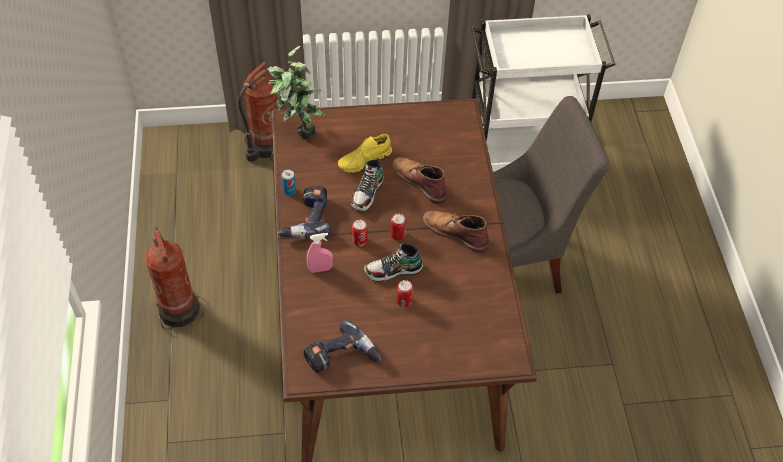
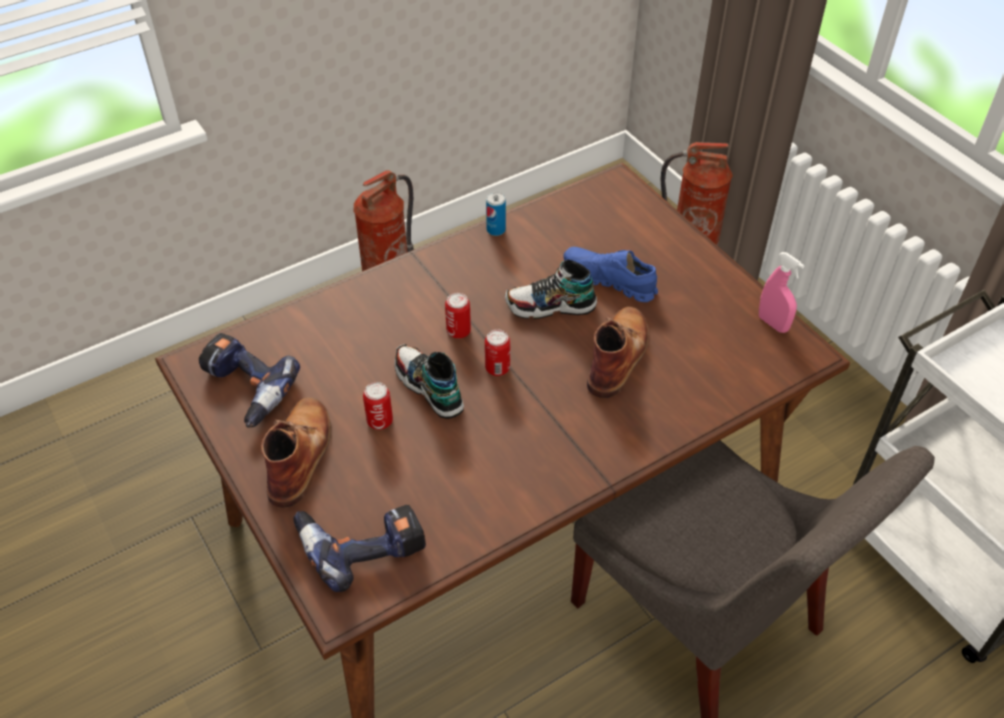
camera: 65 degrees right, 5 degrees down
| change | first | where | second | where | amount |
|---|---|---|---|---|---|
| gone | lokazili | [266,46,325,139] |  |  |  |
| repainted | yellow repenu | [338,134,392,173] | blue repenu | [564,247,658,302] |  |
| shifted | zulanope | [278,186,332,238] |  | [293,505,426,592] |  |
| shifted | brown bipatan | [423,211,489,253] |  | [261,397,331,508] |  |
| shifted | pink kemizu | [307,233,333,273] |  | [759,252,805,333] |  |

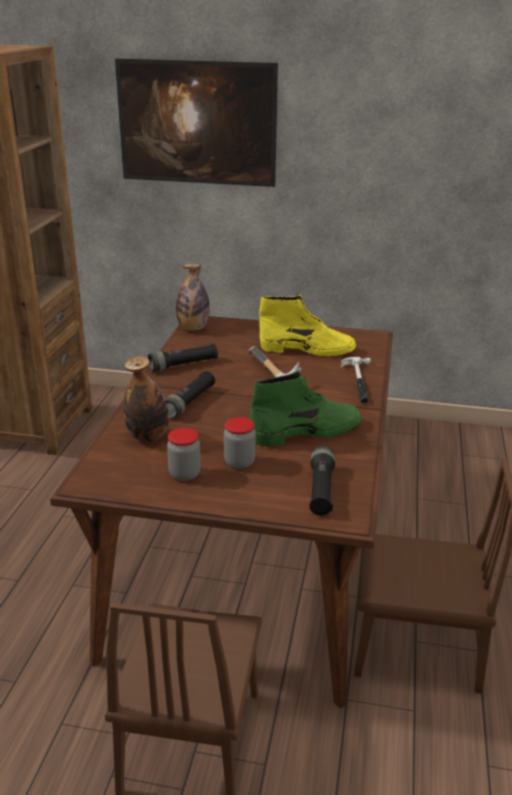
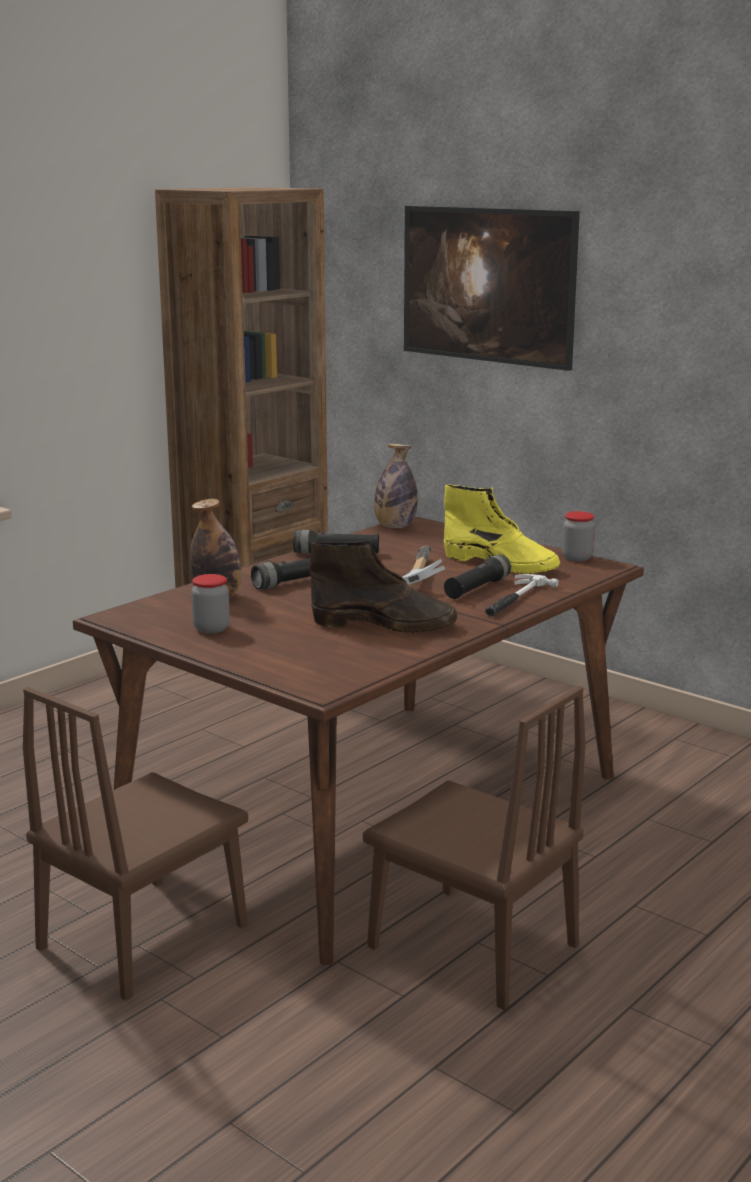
camera: 30 degrees right, 10 degrees down
| change | first | where | second | where | amount |
|---|---|---|---|---|---|
| repainted | green bipatan | [250,370,361,447] | brown bipatan | [310,539,457,633] |  |
| shifted | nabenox | [224,417,256,469] |  | [562,511,595,561] |  |
| shifted | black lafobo | [309,446,335,516] |  | [444,554,511,599] |  |

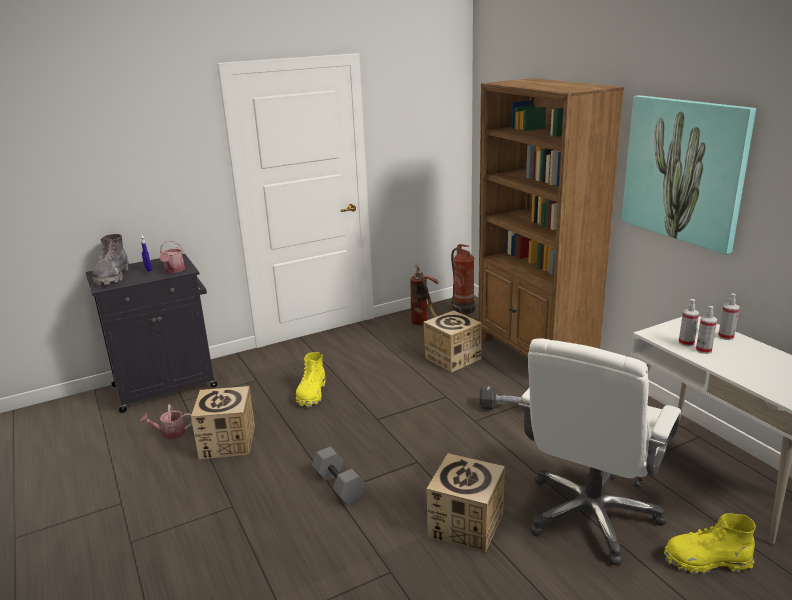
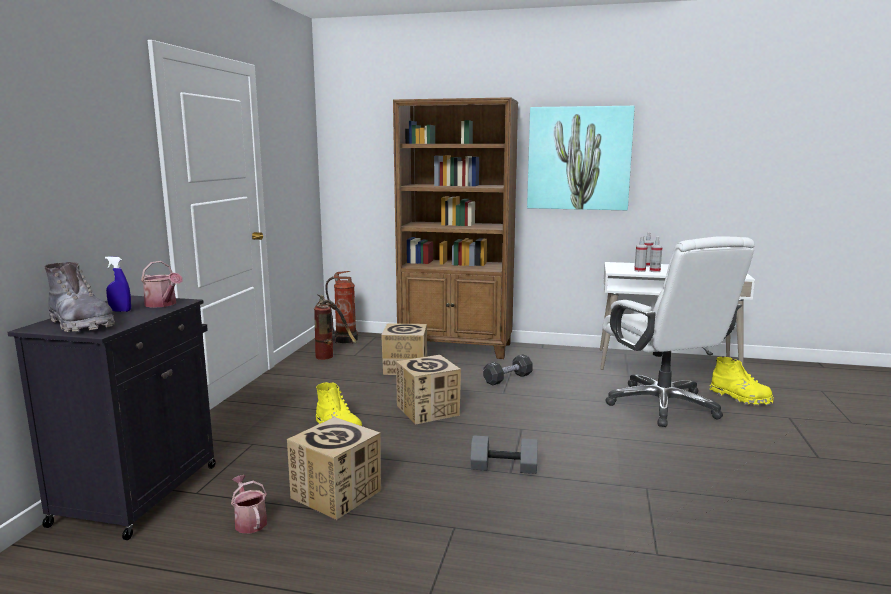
camera: 50 degrees left, 10 degrees down
| change | first | where | second | where | amount |
|---|---|---|---|---|---|
| rotated | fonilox | [140,404,192,439] |  | [231,475,267,533] | 120 degrees clockwise |
| shifted | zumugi | [427,453,505,553] |  | [396,355,461,425] |  |
| rotated | yellow bipatan | [664,514,756,574] |  | [710,357,774,405] | 90 degrees counterclockwise |

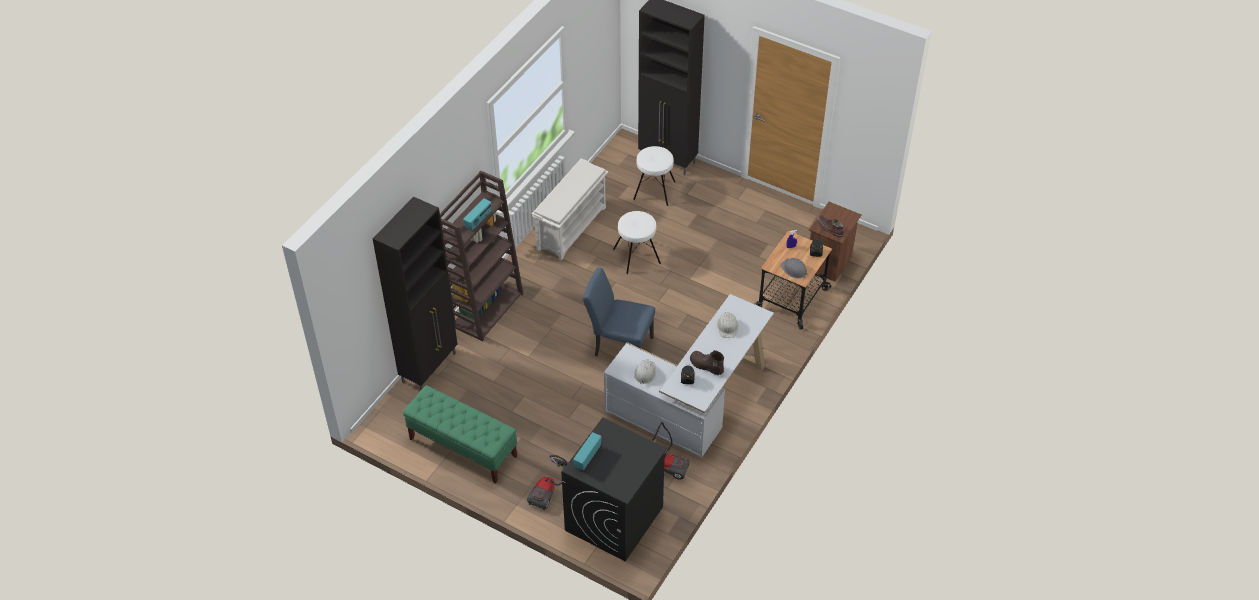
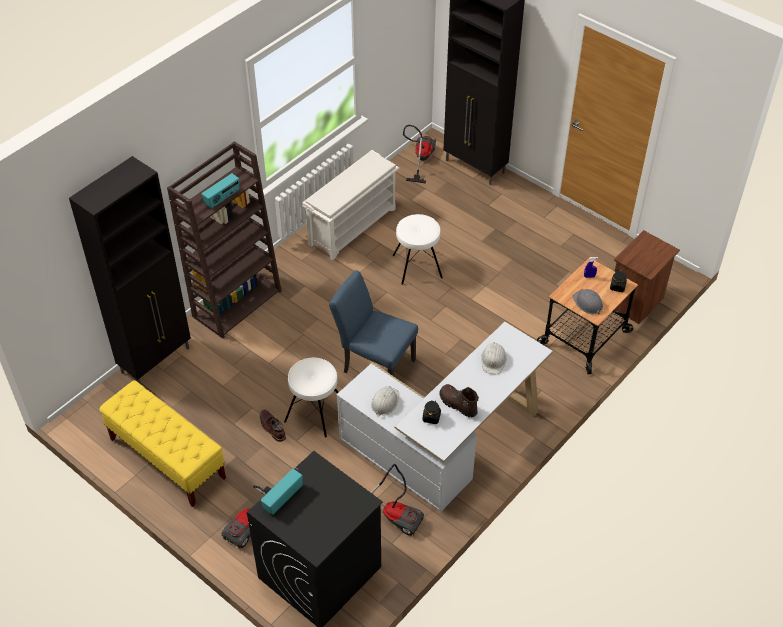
camera: 10 degrees right, 0 degrees up
| change | first | where | second | where | amount |
|---|---|---|---|---|---|
| shifted | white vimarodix | [633,146,676,206] |  | [284,358,339,437] |  |
| shifted | brown bipatan | [817,215,845,238] |  | [260,409,286,442] |  |
| repainted | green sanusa | [403,385,517,484] | yellow sanusa | [99,380,226,507] |  |
| new |  |  | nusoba | [403,125,437,184] |  |

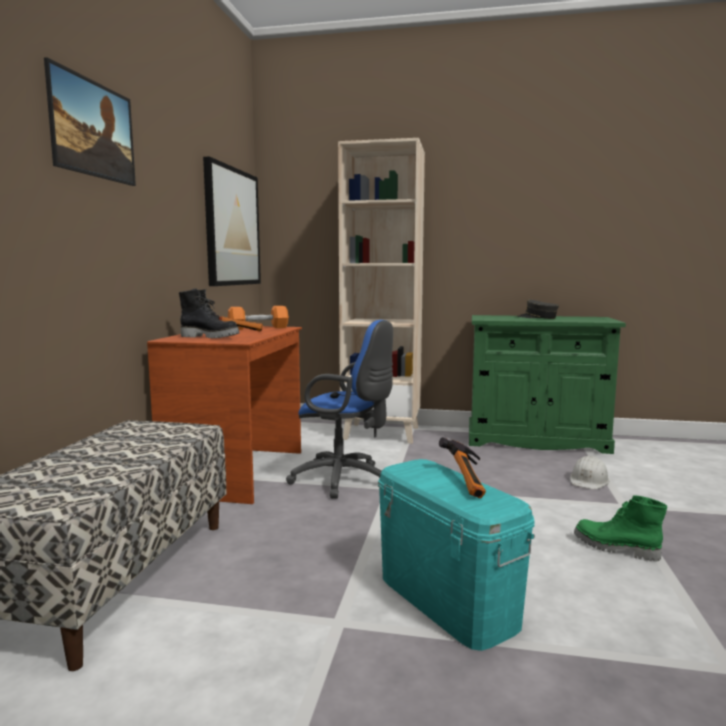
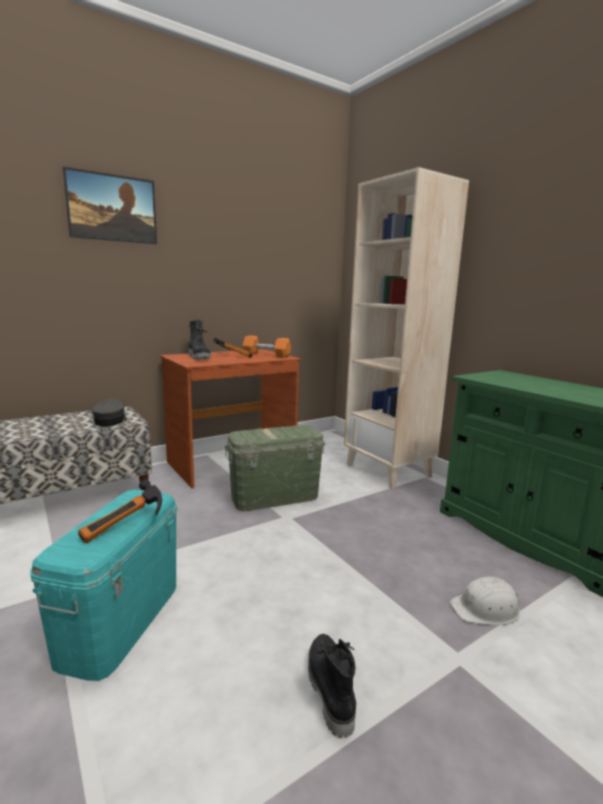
camera: 45 degrees right, 5 degrees up
| change | first | where | second | where | amount |
|---|---|---|---|---|---|
| gone | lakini | [203,156,261,286] |  |  |  |
| shifted | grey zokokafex | [518,300,559,319] |  | [92,399,127,427] |  |
| swapped | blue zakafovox | [286,320,393,499] | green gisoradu | [225,425,325,511] |  |
| repainted | green bipatan | [574,495,667,562] | black bipatan | [308,634,356,738] |  |

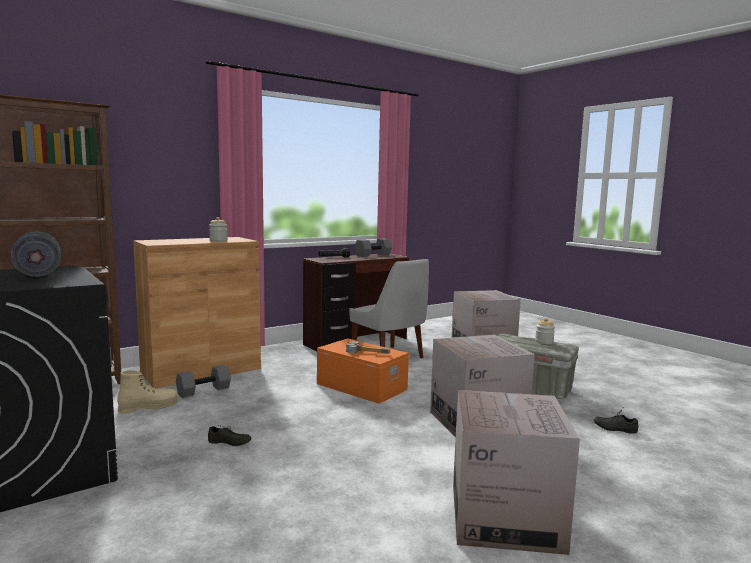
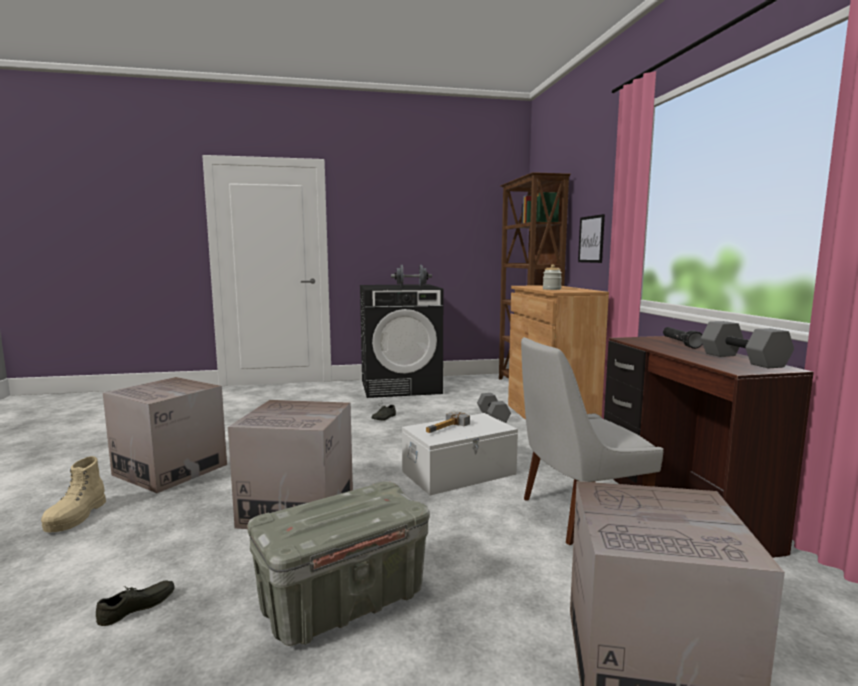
camera: 115 degrees right, 0 degrees up
| change | first | where | second | where | amount |
|---|---|---|---|---|---|
| gone | nabenox | [535,318,555,344] |  |  |  |
| repainted | orange gisoradu | [317,338,409,404] | white gisoradu | [402,413,518,495] |  |
| shifted | beige bipatan | [117,370,177,413] |  | [41,456,106,532] |  |
| new |  |  | lakini | [578,214,605,263] |  |

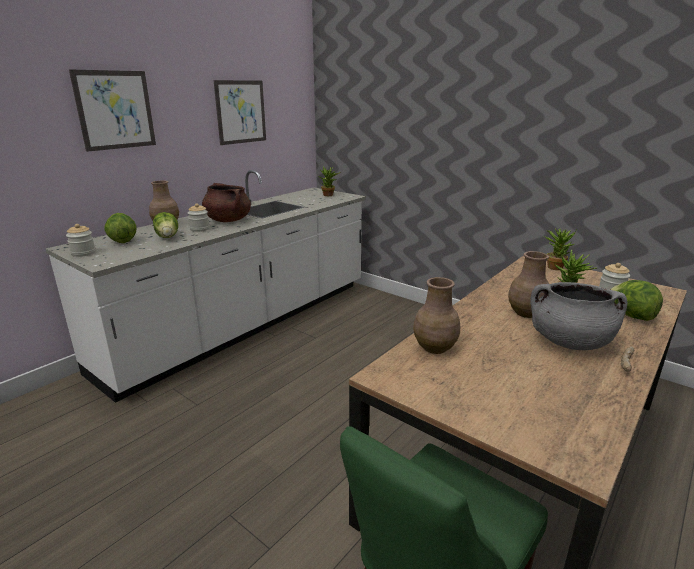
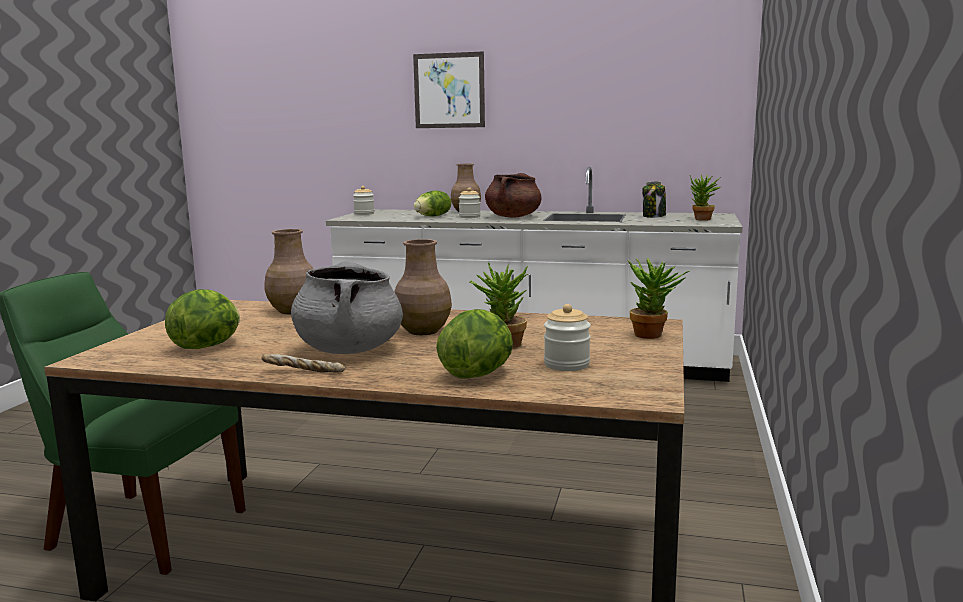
camera: 65 degrees right, 10 degrees down
| change | first | where | second | where | amount |
|---|---|---|---|---|---|
| gone | lakini | [214,80,266,145] |  |  |  |
| shifted | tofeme | [104,213,137,243] |  | [165,289,240,349] |  |
| new |  |  | nabenox | [642,181,666,218] |  |

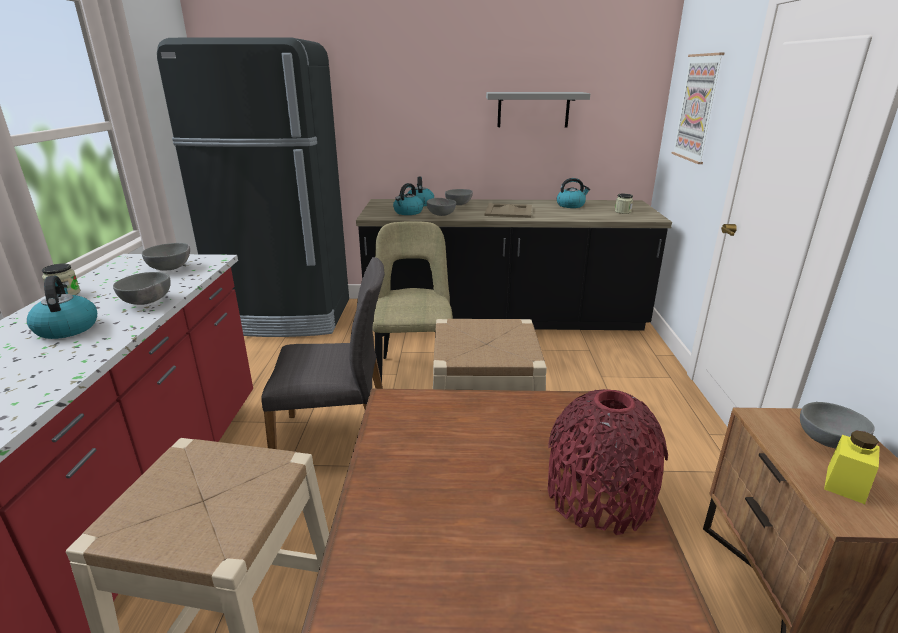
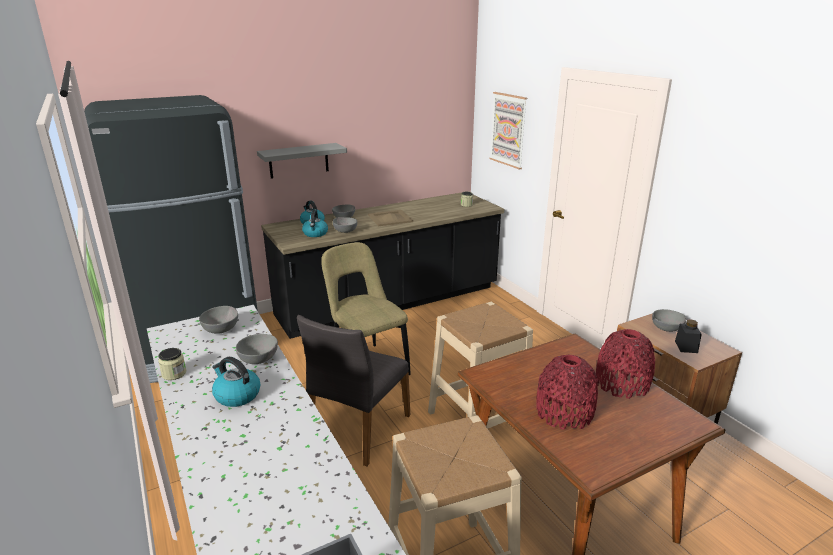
camera: 30 degrees left, 0 degrees up
| change | first | where | second | where | amount |
|---|---|---|---|---|---|
| shifted | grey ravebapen | [486,92,590,128] |  | [257,143,347,179] |  |
| gone | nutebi | [557,178,590,208] |  |  |  |
| rotated | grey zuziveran | [261,257,385,449] |  | [297,315,410,466] | 150 degrees clockwise |
| repainted | yellow nabenox | [824,430,880,504] | black nabenox | [675,319,702,353] |  |
| new |  |  | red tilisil | [536,355,599,430] |  |

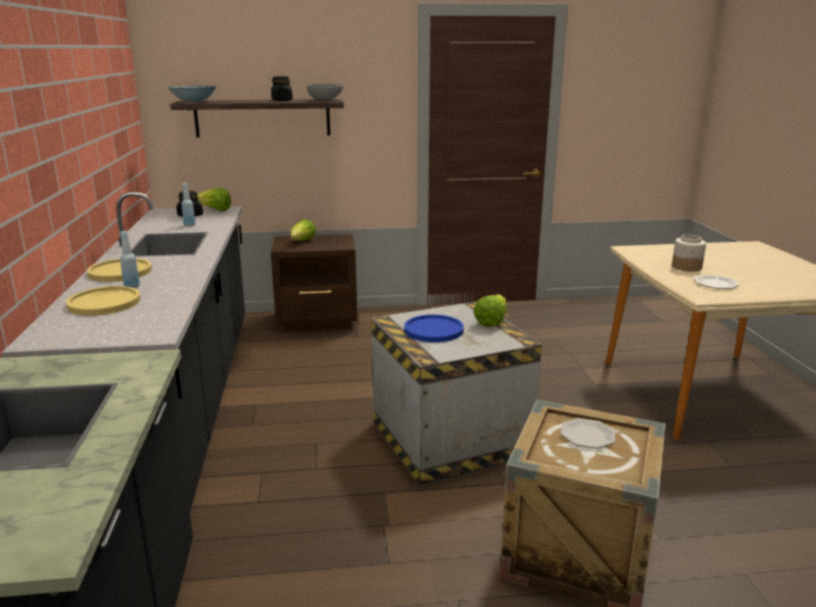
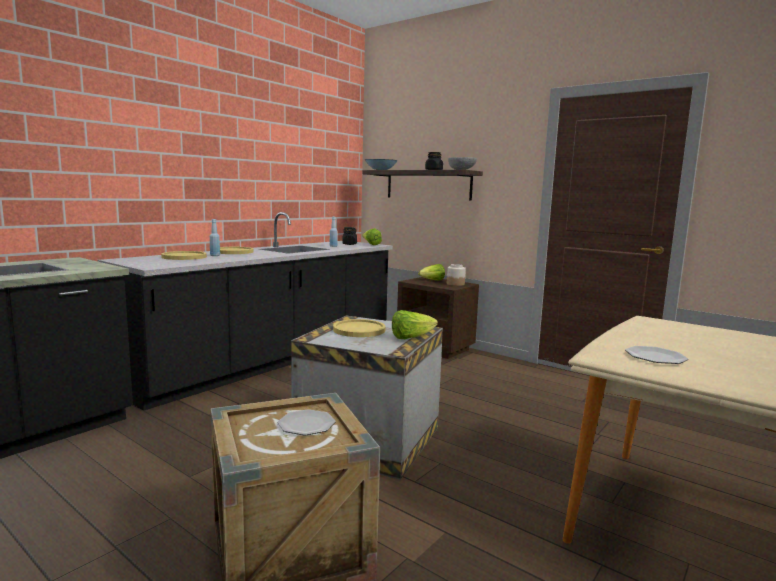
camera: 45 degrees right, 10 degrees down
| change | first | where | second | where | amount |
|---|---|---|---|---|---|
| shifted | nabenox | [672,235,706,272] |  | [447,264,466,286] |  |
| repainted | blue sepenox | [404,314,464,342] | yellow sepenox | [333,319,386,337] |  |

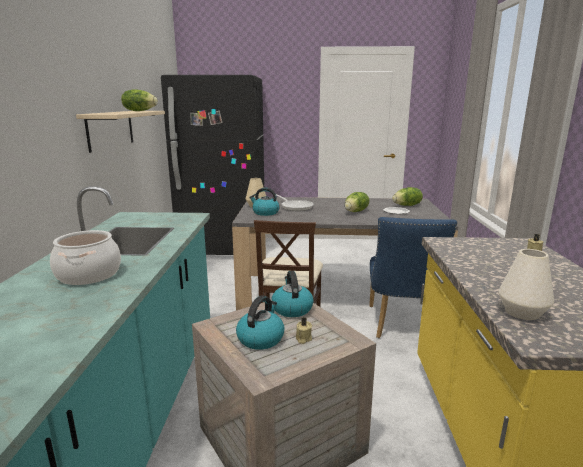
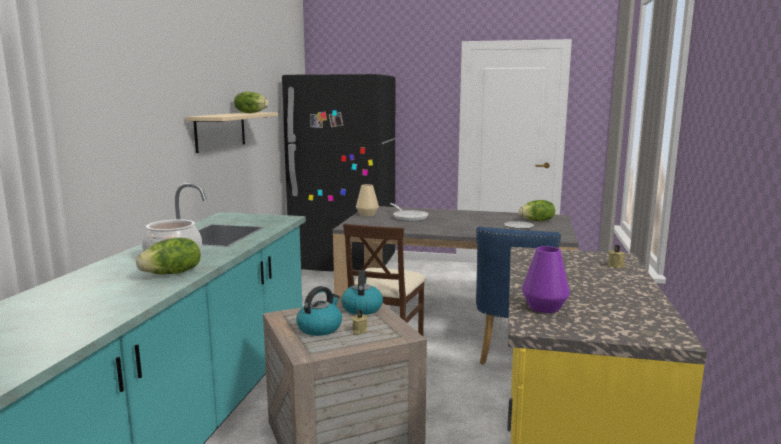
camera: 10 degrees right, 5 degrees down
| change | first | where | second | where | amount |
|---|---|---|---|---|---|
| gone | nutebi | [249,188,280,216] |  |  |  |
| shifted | tofeme | [345,192,369,212] |  | [136,238,201,274] |  |
| repainted | white tilisil | [499,249,554,320] | purple tilisil | [522,246,570,313] |  |

